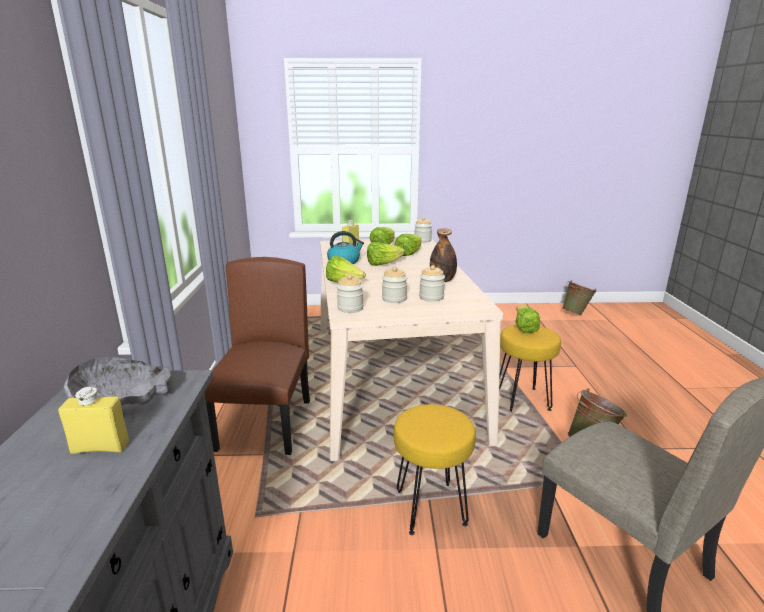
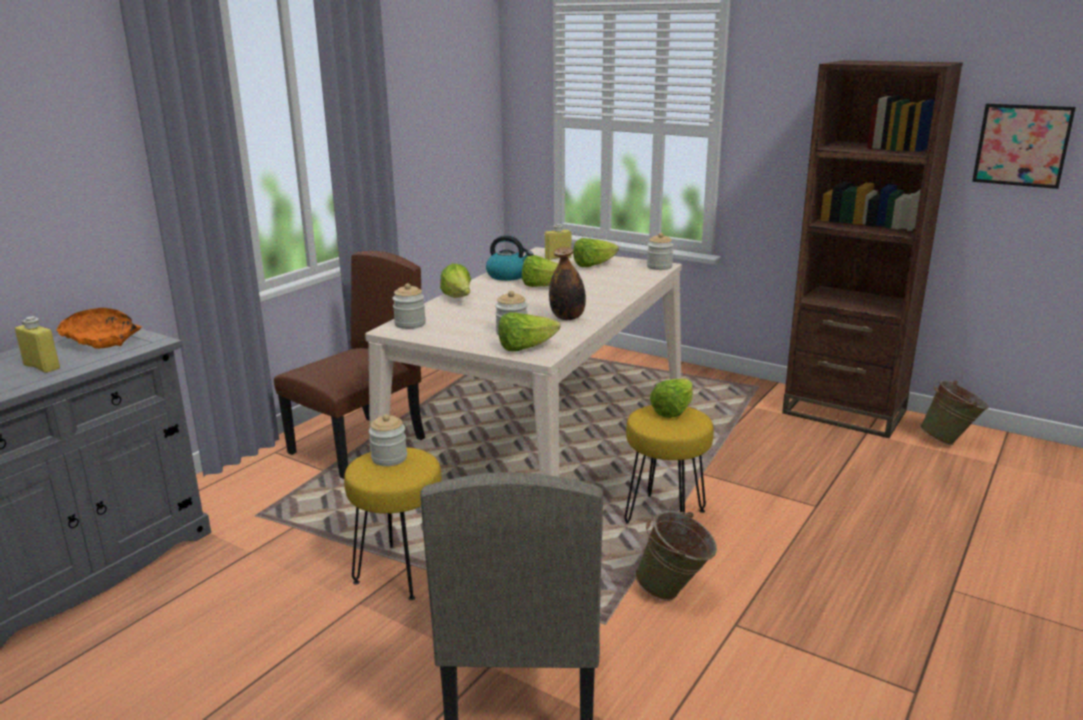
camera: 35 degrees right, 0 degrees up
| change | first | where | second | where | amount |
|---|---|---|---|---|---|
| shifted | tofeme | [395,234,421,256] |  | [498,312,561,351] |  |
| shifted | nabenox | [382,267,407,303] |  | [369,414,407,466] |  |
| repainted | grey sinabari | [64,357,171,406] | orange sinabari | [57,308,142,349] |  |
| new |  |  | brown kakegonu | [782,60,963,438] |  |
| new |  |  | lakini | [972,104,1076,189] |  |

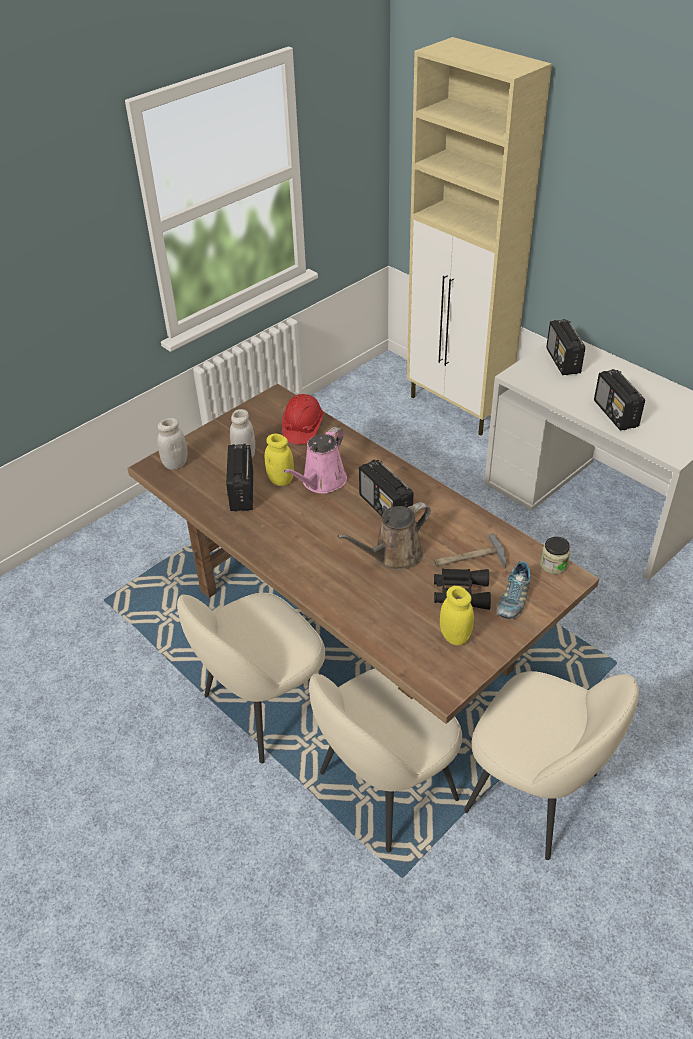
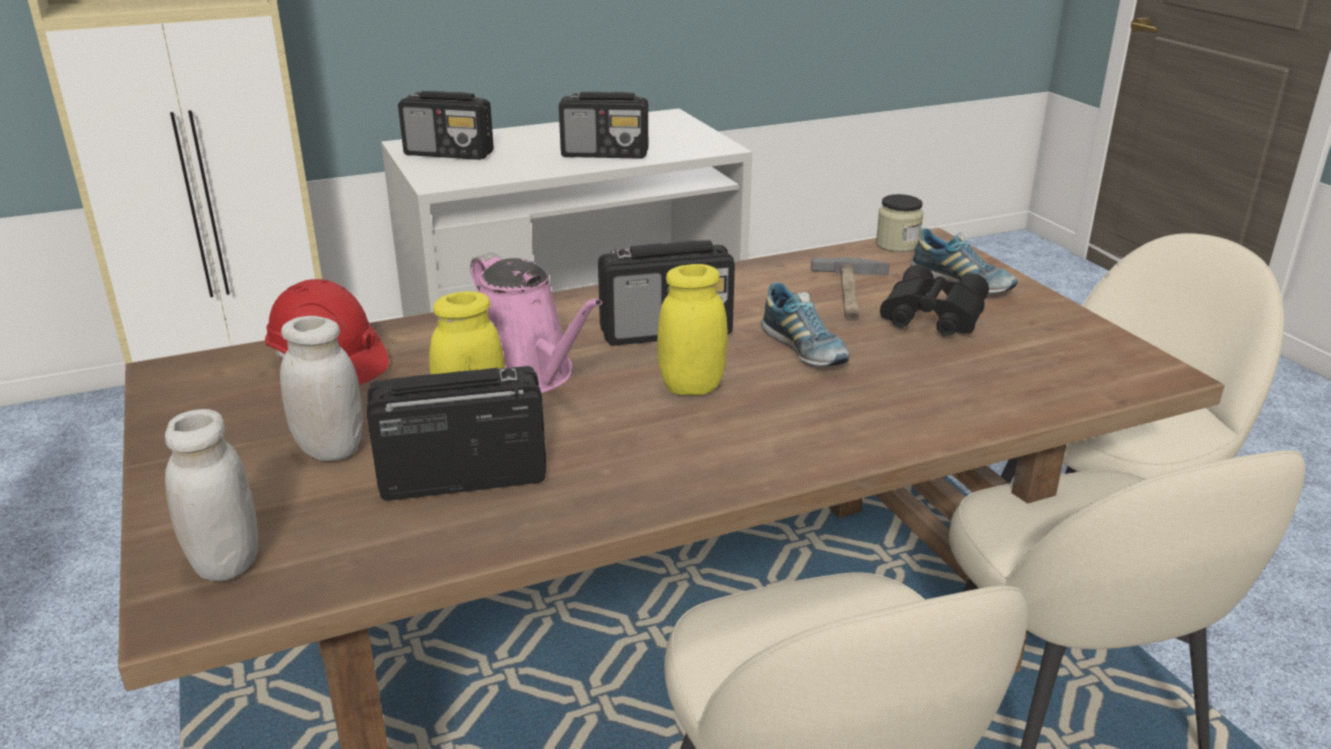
camera: 70 degrees left, 15 degrees down
| change | first | where | second | where | amount |
|---|---|---|---|---|---|
| rotated | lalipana | [226,444,253,512] |  | [367,366,546,501] | 150 degrees clockwise |
| swapped | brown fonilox | [338,502,431,570] | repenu | [761,282,850,366] |  |
| shifted | yellow nabenox | [440,586,474,646] |  | [657,264,728,395] |  |

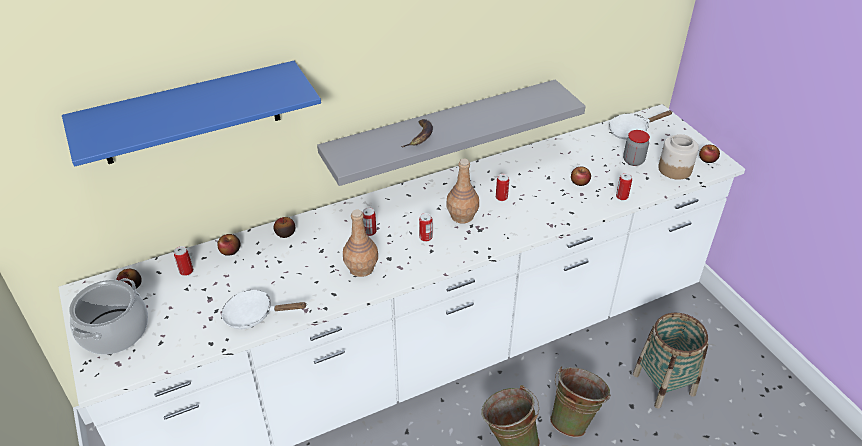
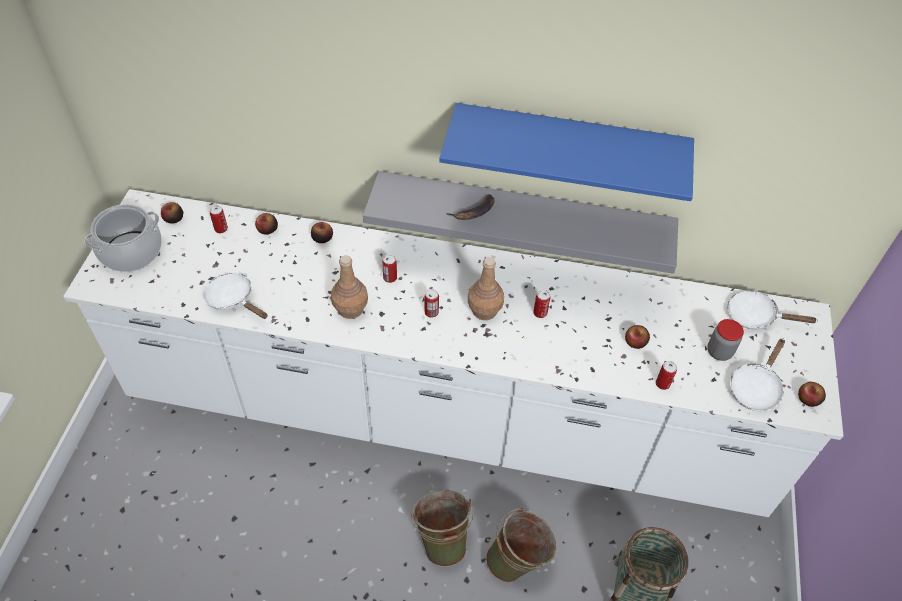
camera: 35 degrees right, 10 degrees up
| change | first | where | second | where | amount |
|---|---|---|---|---|---|
| shifted | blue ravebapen | [62,61,321,166] |  | [439,103,694,201] |  |
| swapped | nabenox | [658,134,699,180] | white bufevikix | [730,338,785,411] |  |

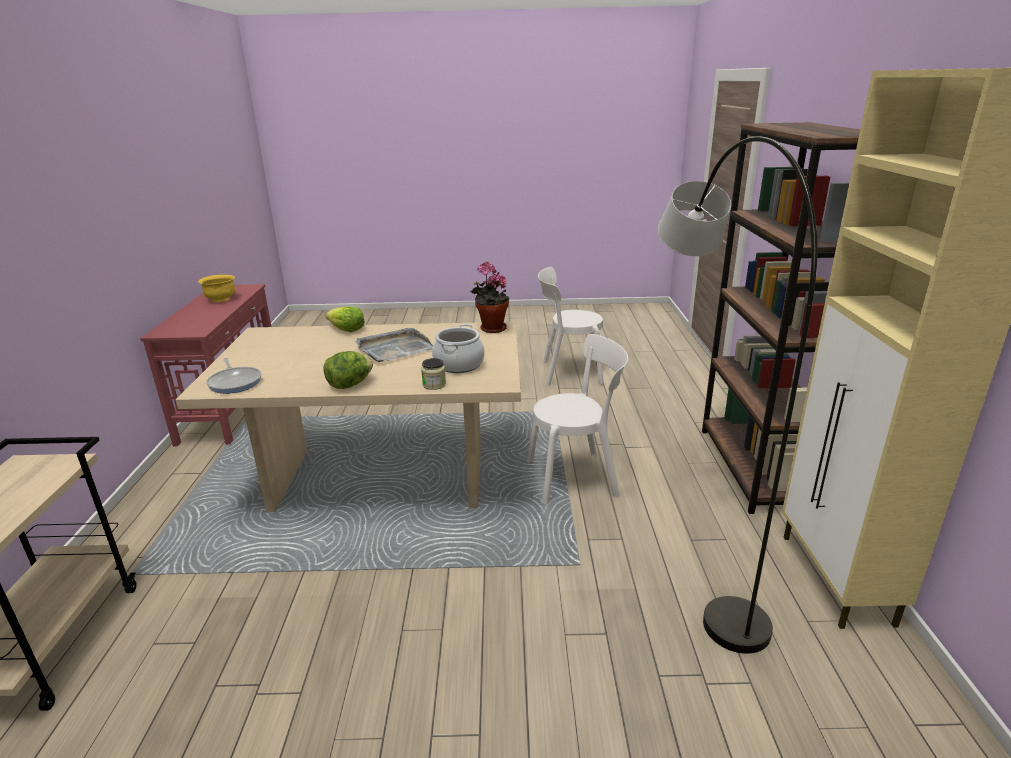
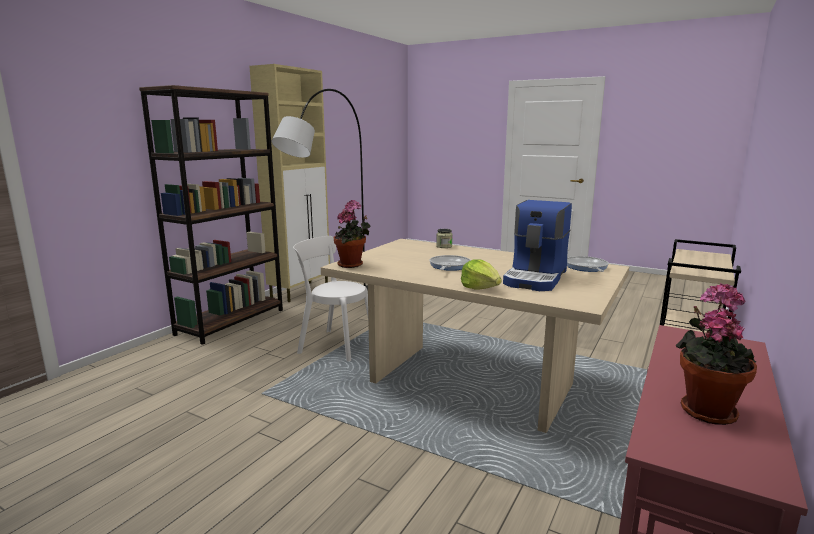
camera: 150 degrees left, 10 degrees down
| change | first | where | second | where | amount |
|---|---|---|---|---|---|
| gone | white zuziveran | [538,267,604,386] |  |  |  |
| swapped | yellow sinabari | [198,275,235,302] | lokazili | [676,283,757,425] |  |
| gone | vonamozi | [432,324,484,373] |  |  |  |
| swapped | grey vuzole | [355,328,433,362] | bufevikix | [430,255,471,271] |  |
| gone | tofeme | [323,351,373,389] |  |  |  |
| new |  |  | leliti | [503,200,572,291] |  |

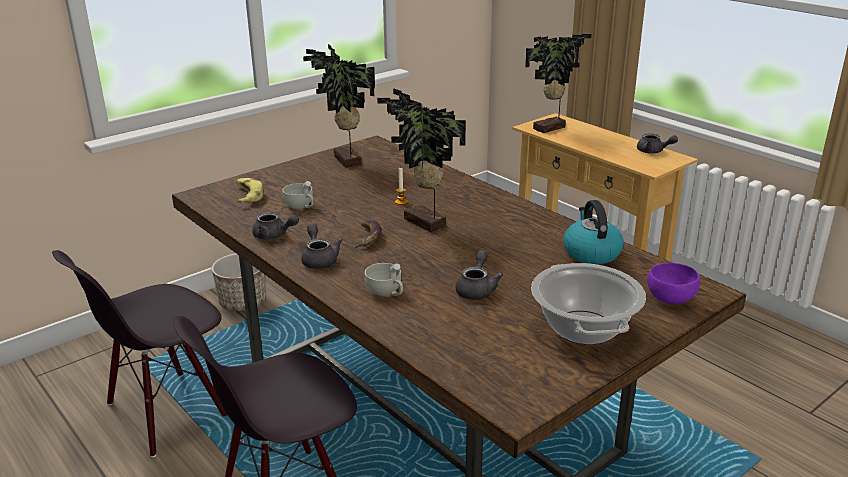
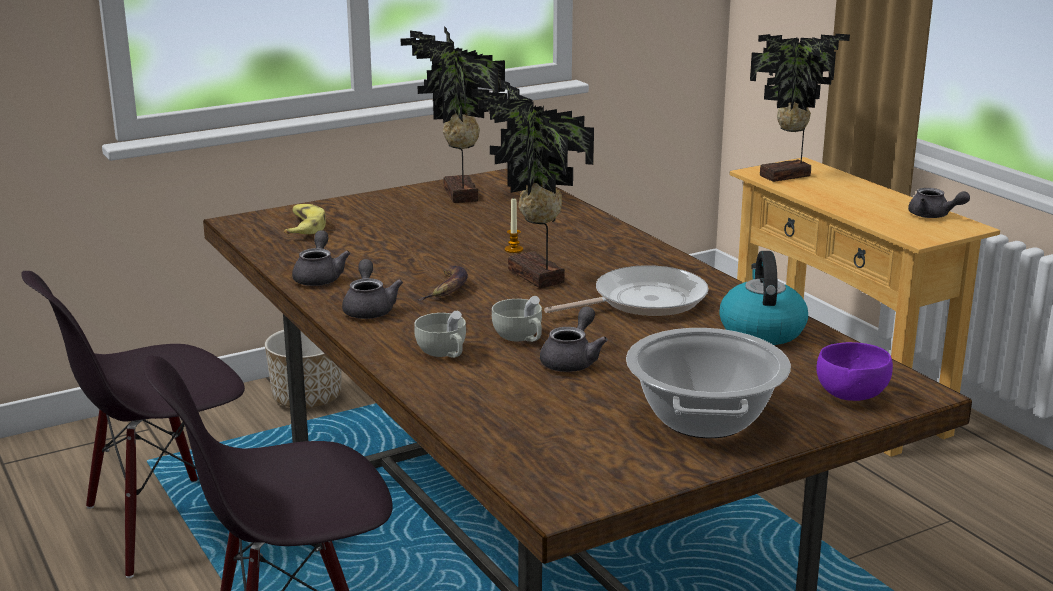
camera: 10 degrees right, 5 degrees down
| change | first | where | second | where | amount |
|---|---|---|---|---|---|
| shifted | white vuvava | [282,181,314,209] |  | [492,296,542,342] |  |
| rotated | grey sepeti | [252,212,299,240] |  | [292,230,351,286] | 120 degrees counterclockwise |
| new |  |  | bufevikix | [544,265,709,316] |  |

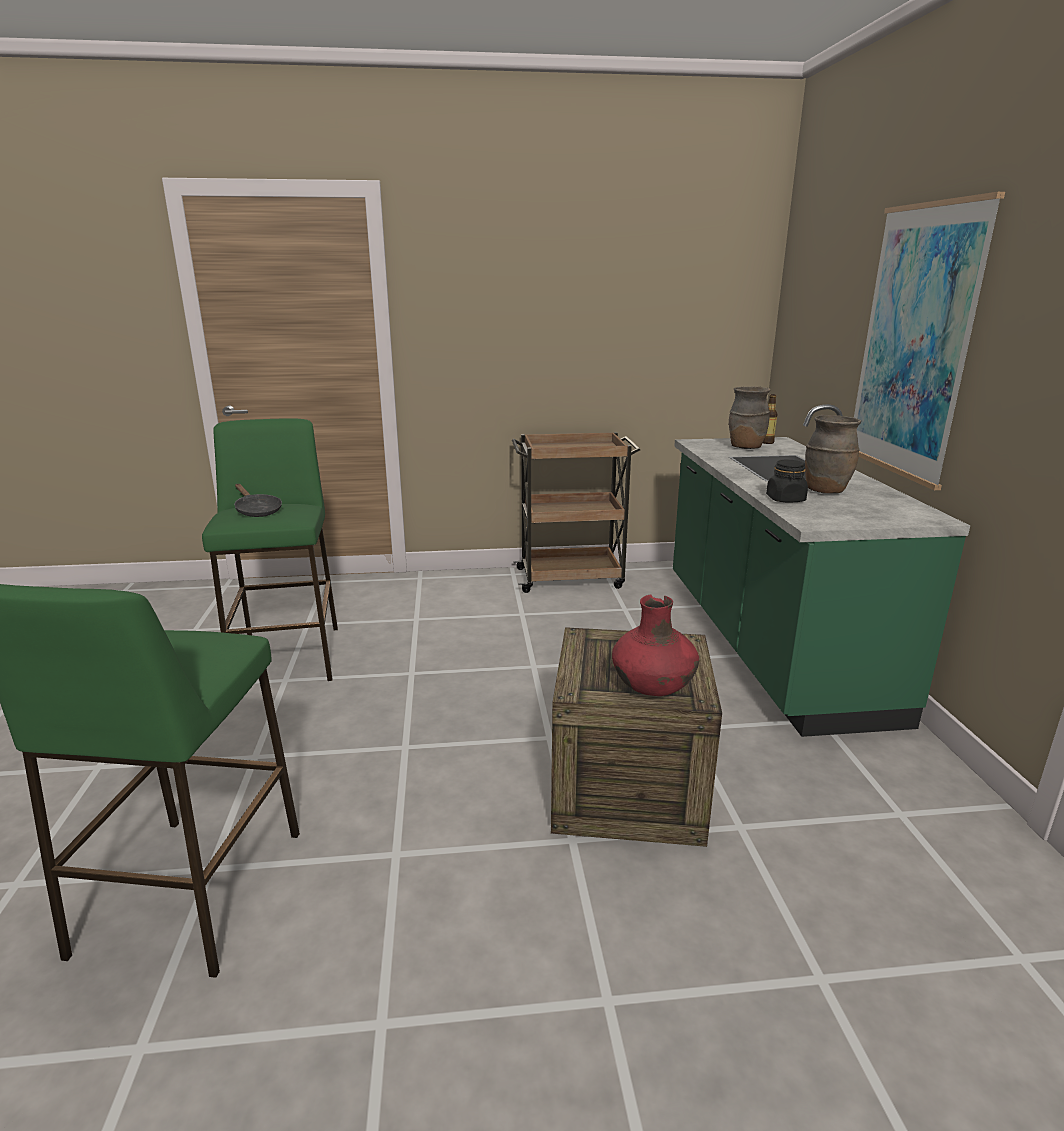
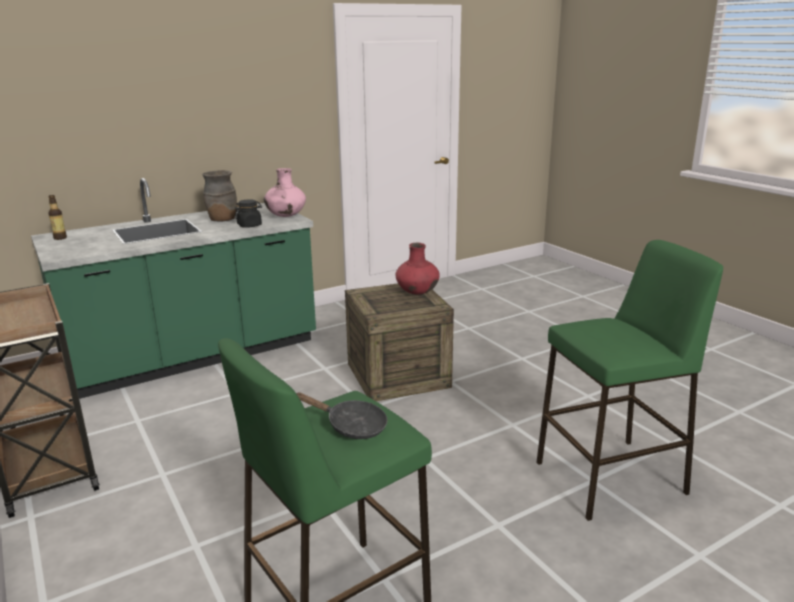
camera: 115 degrees left, 0 degrees up
| change | first | where | second | where | amount |
|---|---|---|---|---|---|
| gone | lakini | [854,192,1005,490] |  |  |  |
| gone | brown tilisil | [729,387,771,449] |  |  |  |
| rotated | black bufevikix | [234,484,282,517] |  | [297,392,387,439] | 90 degrees clockwise |
| new |  |  | pink tilisil | [264,168,306,217] |  |

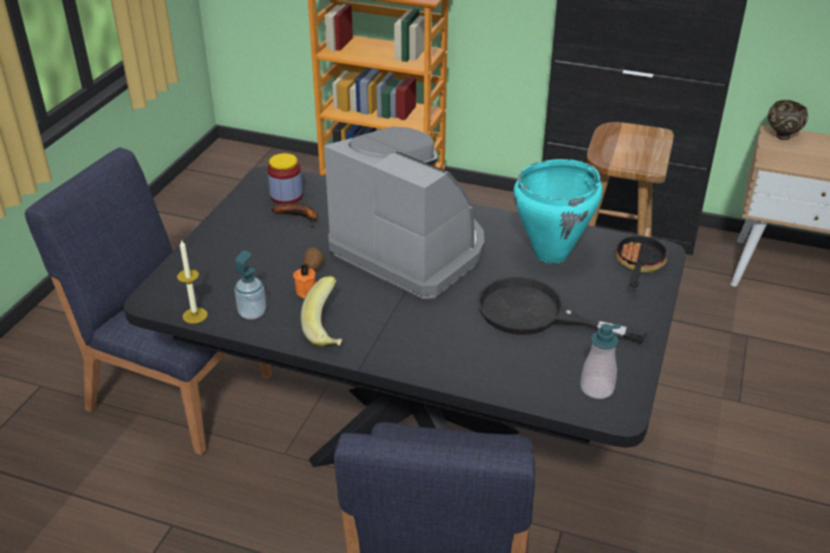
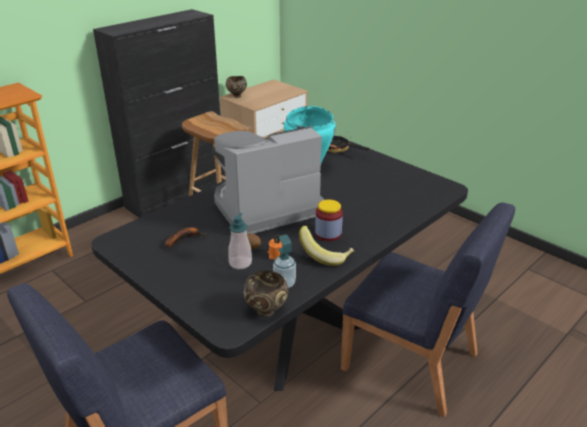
camera: 65 degrees left, 5 degrees down
| change | first | where | second | where | amount |
|---|---|---|---|---|---|
| shifted | nabenox | [267,153,303,204] |  | [315,199,343,241] |  |
| swapped | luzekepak | [177,239,208,324] | brown sinabari | [243,271,288,317] |  |
| gone | black bufevikix | [477,277,647,344] |  |  |  |
| shifted | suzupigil | [580,324,621,399] |  | [228,213,252,269] |  |

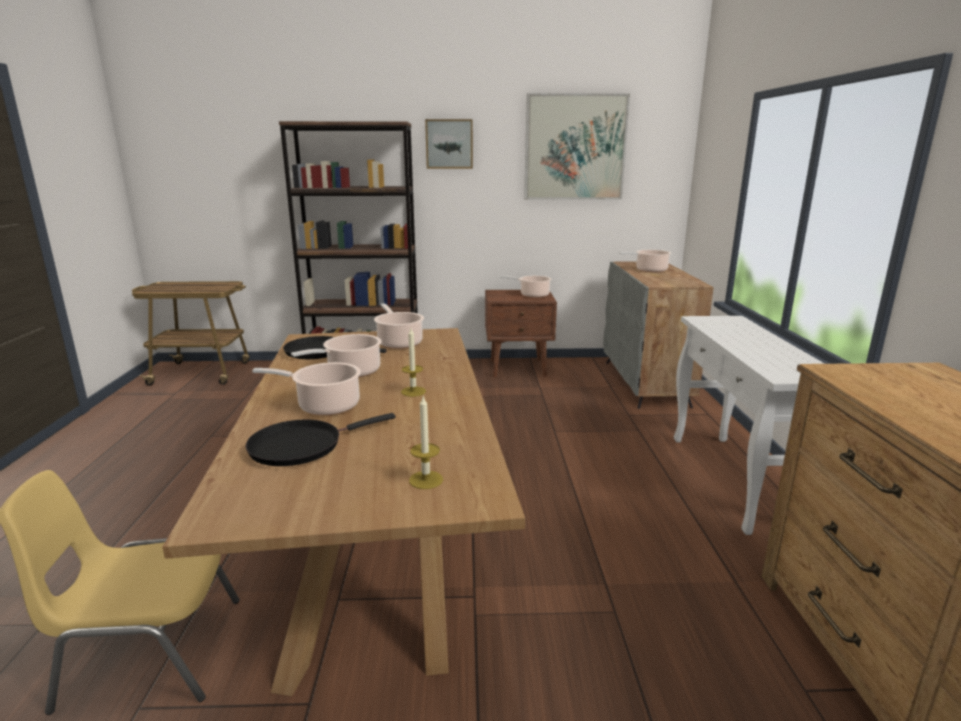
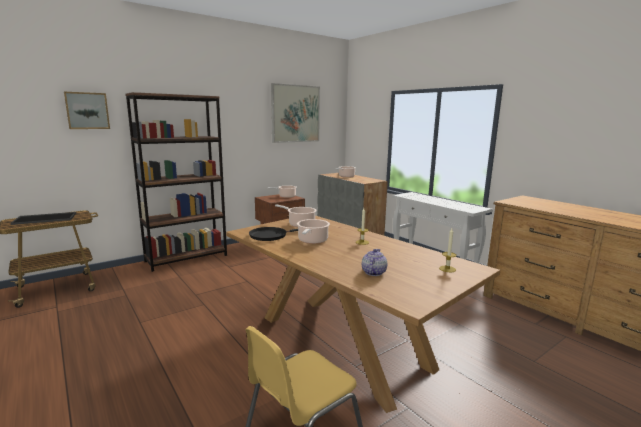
camera: 35 degrees left, 5 degrees down
| change | first | where | second | where | amount |
|---|---|---|---|---|---|
| shifted | lakini | [425,119,473,169] |  | [64,92,110,129] |  |
| gone | vonamozi | [252,362,361,415] |  |  |  |
| swapped | black bufevikix | [246,413,396,466] | sepeti | [362,249,387,276] |  |
| new |  |  | vuzole | [11,212,76,225] |  |

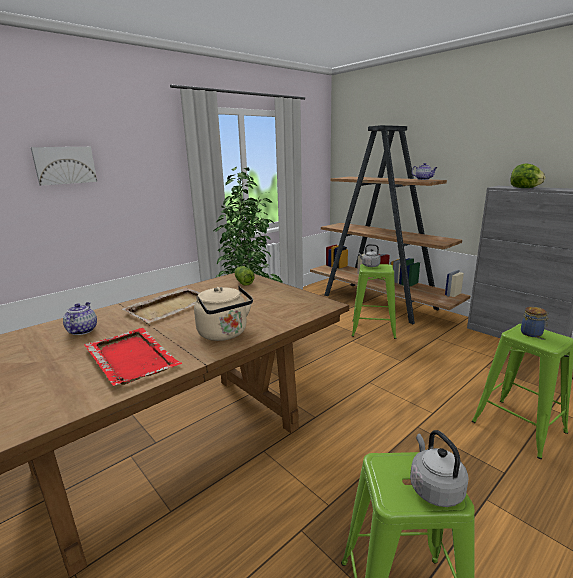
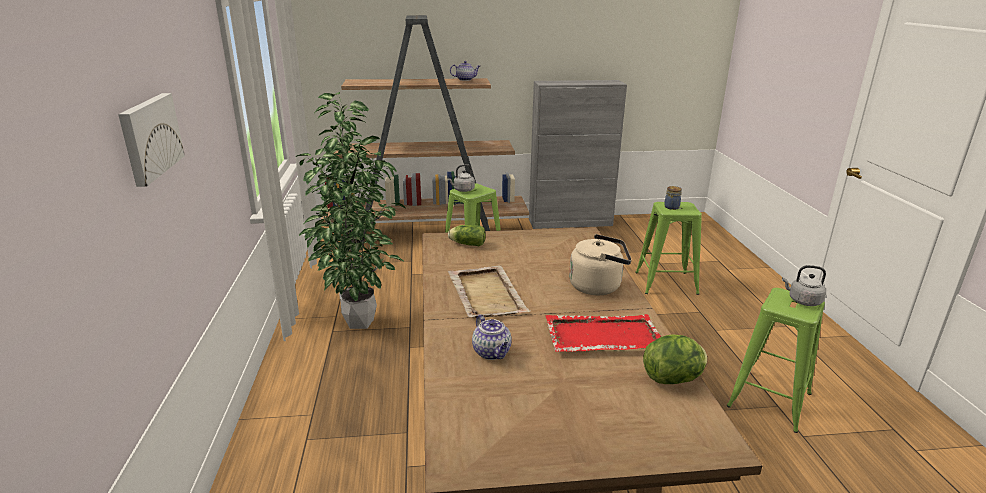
camera: 55 degrees left, 5 degrees up
| change | first | where | second | where | amount |
|---|---|---|---|---|---|
| shifted | tofeme | [510,164,545,188] |  | [643,334,707,384] |  |
| rotated | sepeti | [63,302,97,335] |  | [472,314,512,360] | 150 degrees counterclockwise |

